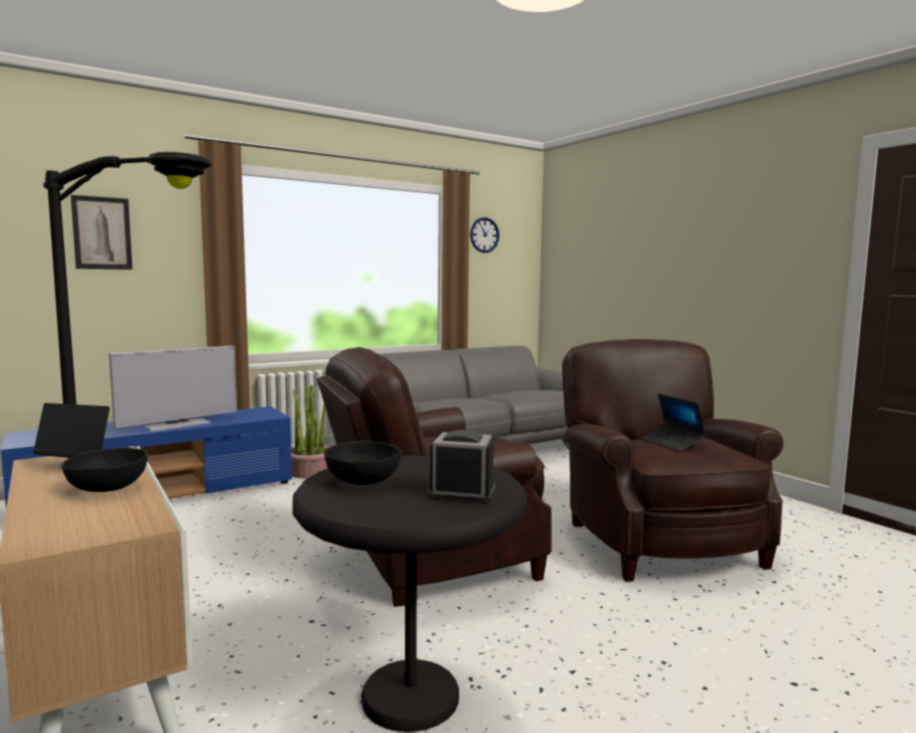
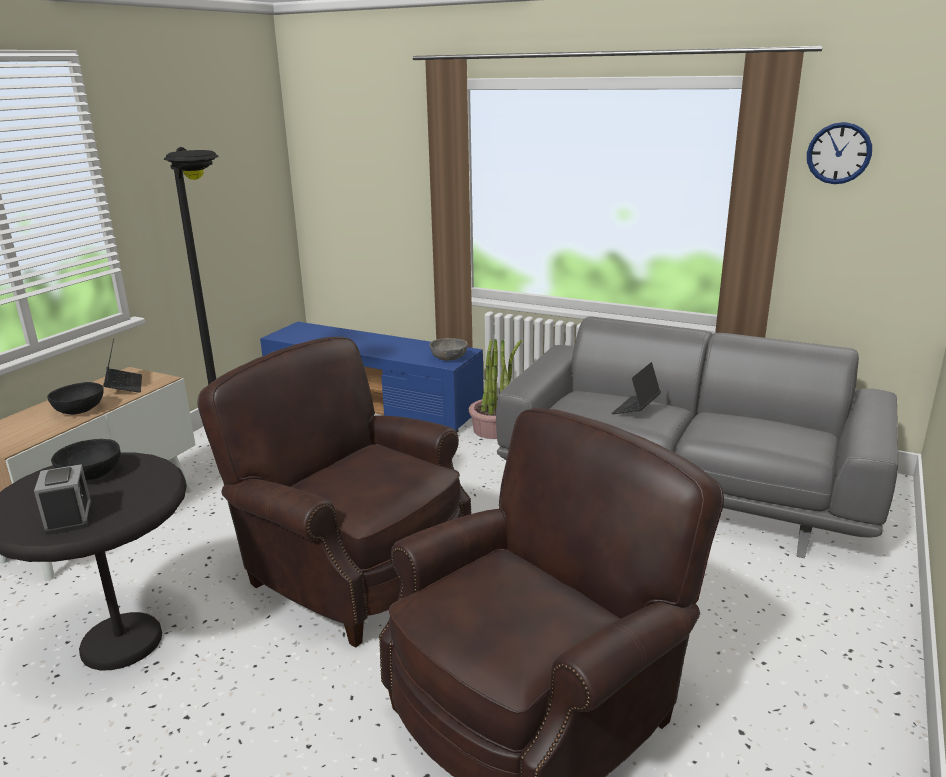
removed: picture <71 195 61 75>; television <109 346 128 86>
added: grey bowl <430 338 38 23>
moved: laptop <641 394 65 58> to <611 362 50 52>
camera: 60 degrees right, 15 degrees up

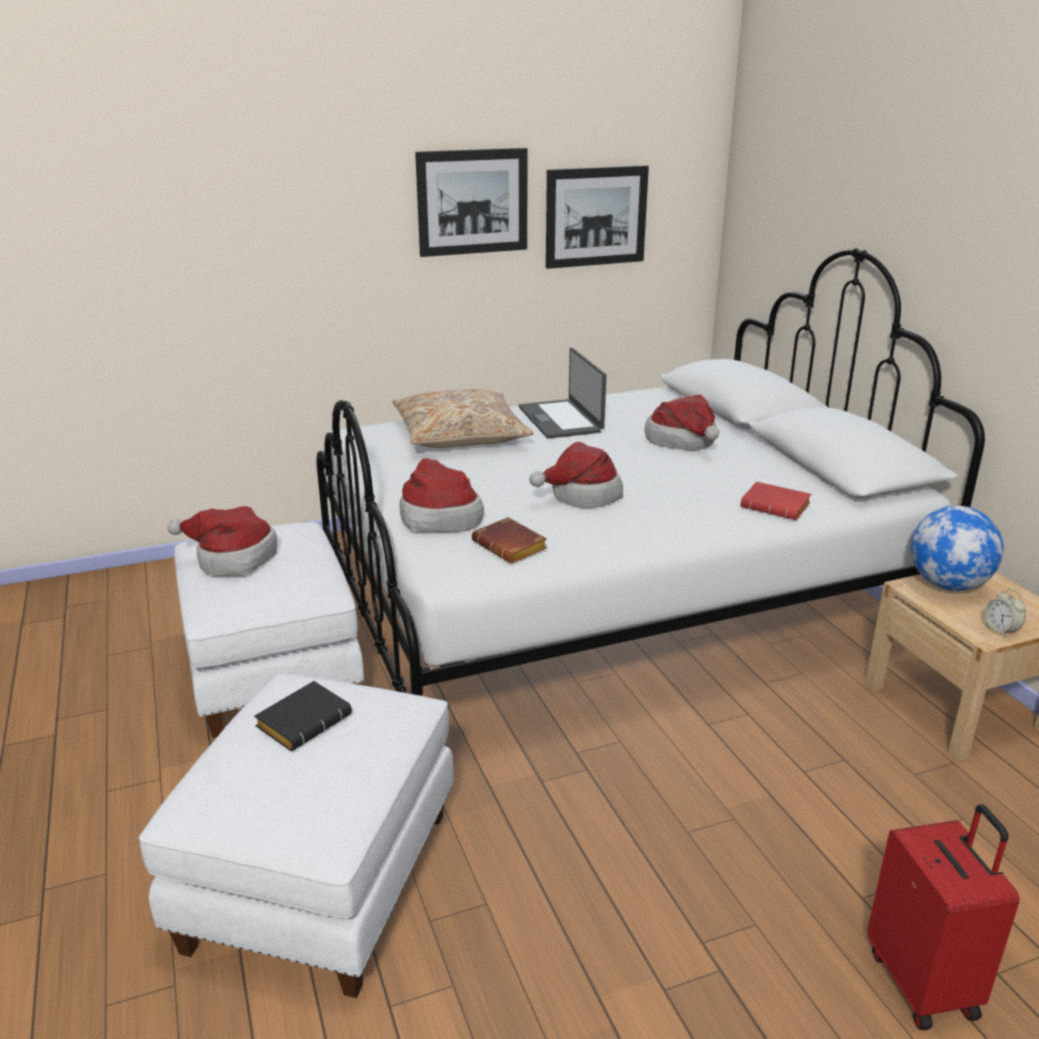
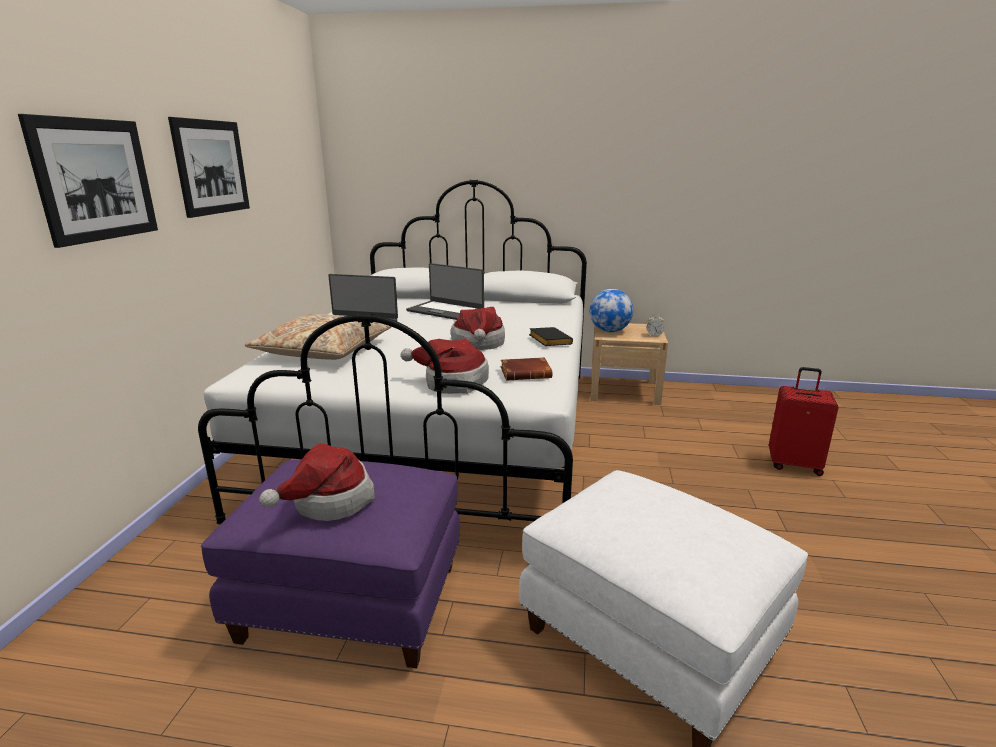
removed: red book <741 482 70 38>
moved: black book <254 681 98 70> to <529 327 44 19>; picture <546 165 103 104> to <18 114 140 134>
replaced: hat <645 395 74 56> to laptop <406 263 78 57>
recoloured: white ottoman <174 522 190 216> to purple ottoman <201 459 259 209>
camera: 60 degrees left, 5 degrees down

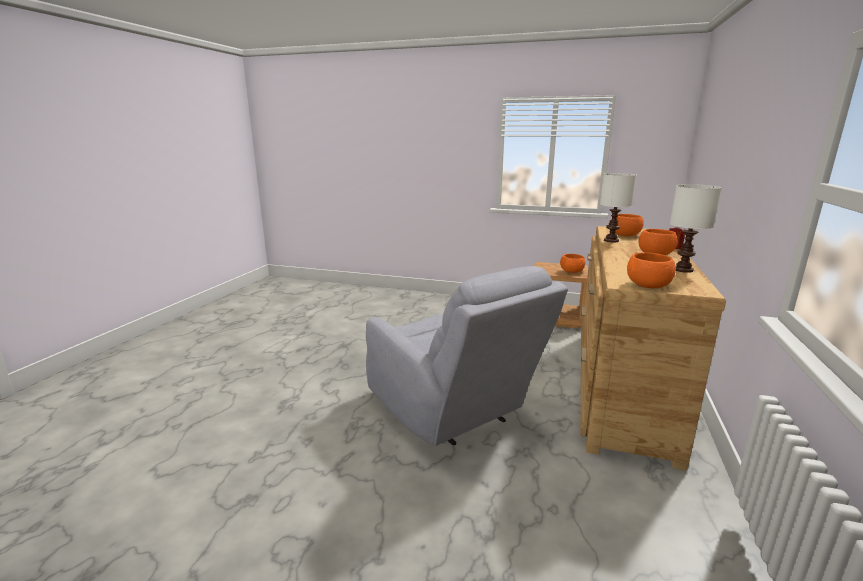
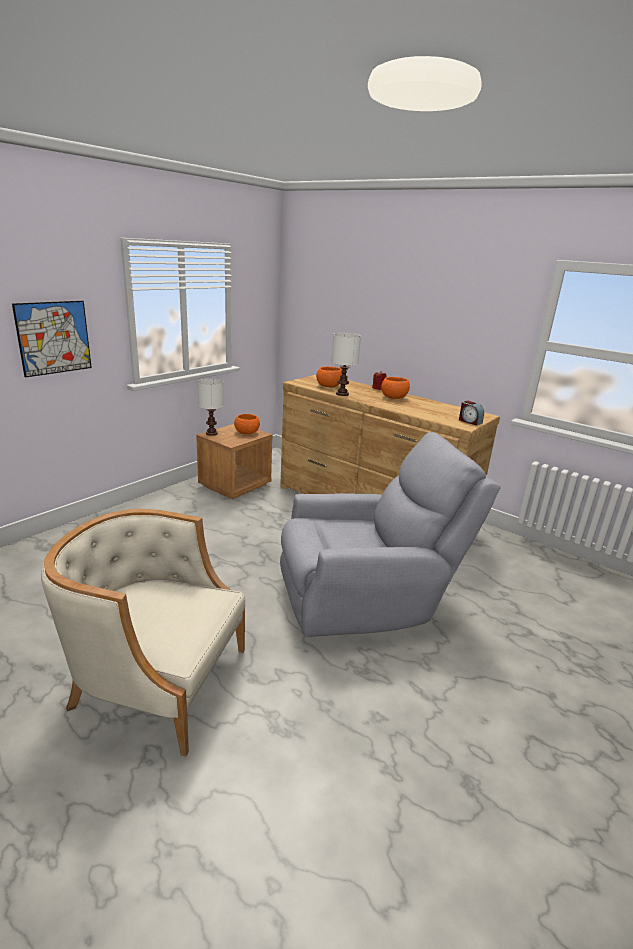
added: picture <12 301 80 76>; beige armchair <41 509 204 248>
moved: white table lamp <670 184 51 89> to <198 379 26 57>
replaced: orange bowl <627 253 49 35> to alarm clock <459 401 25 25>
camera: 70 degrees left, 5 degrees up

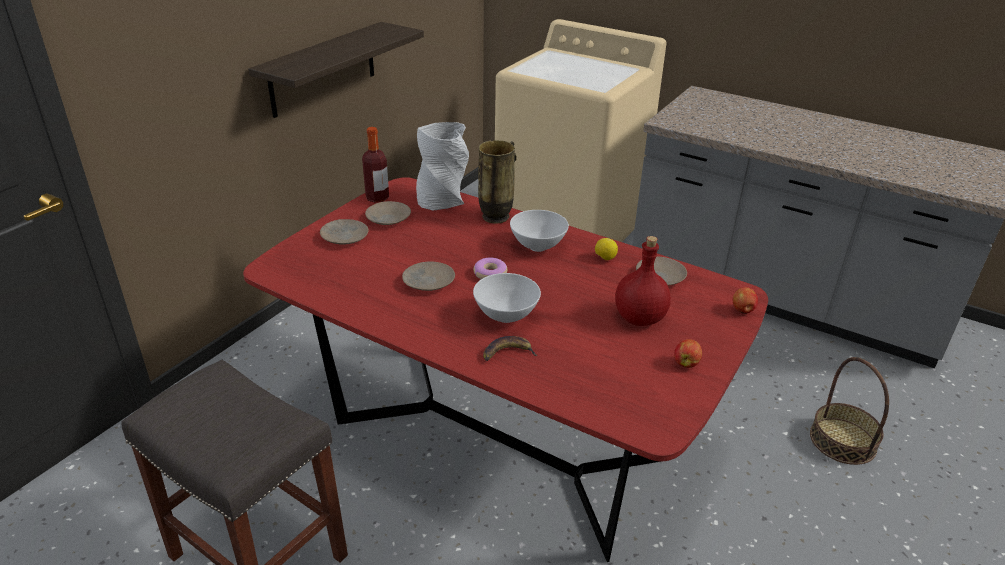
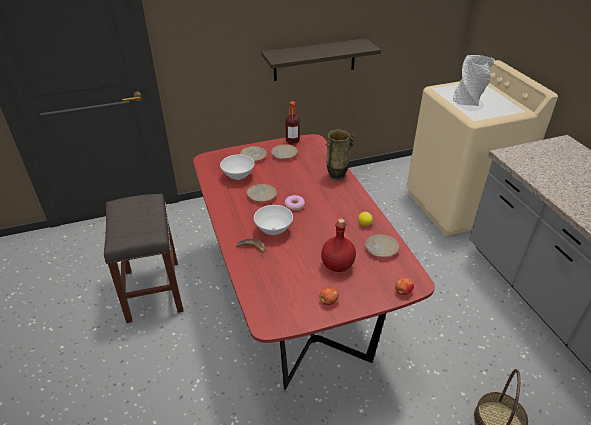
moved: grey vase <416 122 53 89> to <453 55 42 51>; white bowl <510 210 59 42> to <220 155 35 25>
camera: 40 degrees right, 5 degrees up

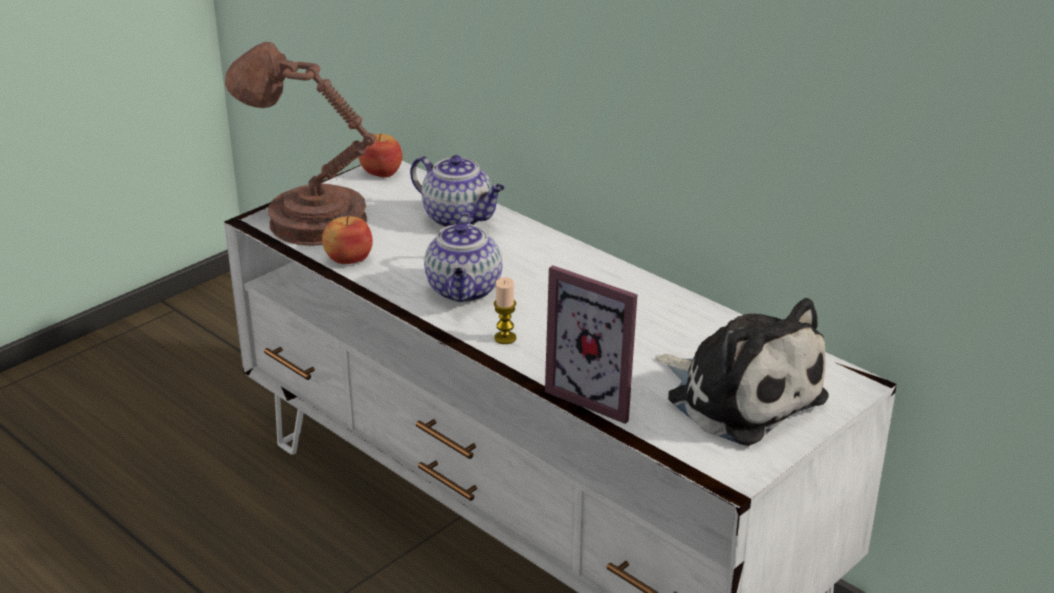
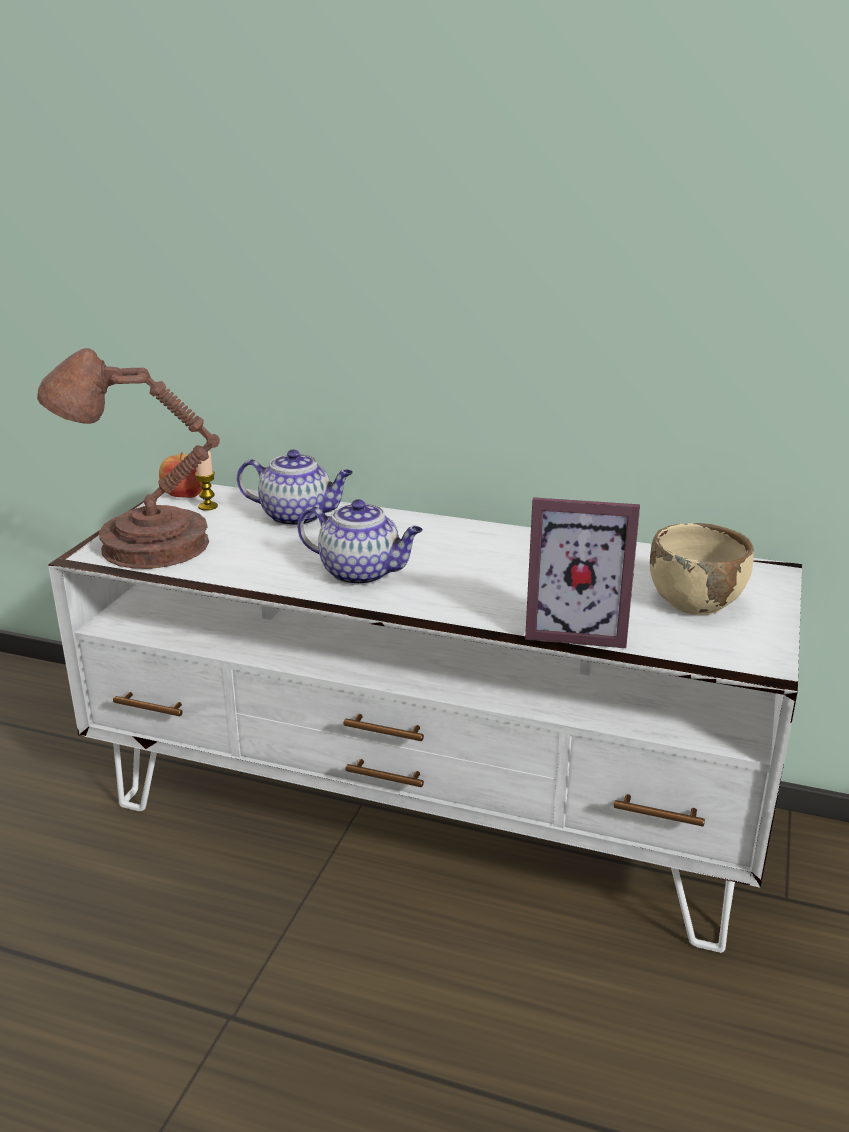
removed: apple <322 216 51 48>
moved: candle <494 277 22 67> to <195 451 23 60>
replaced: plush toy <655 298 174 148> to beige bowl <650 523 104 92>
turned: teapot <424 213 78 89> = <298 499 125 86> 45 degrees counterclockwise
camera: 25 degrees left, 5 degrees down

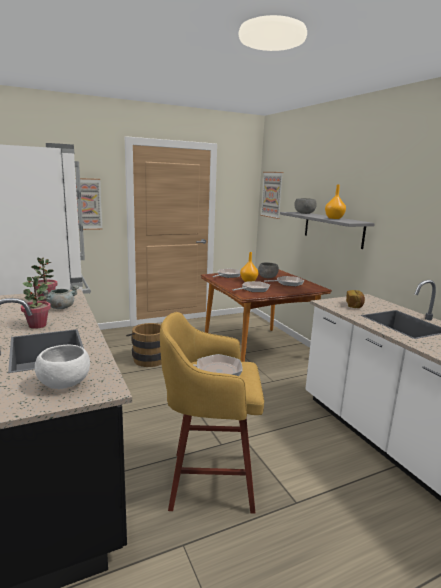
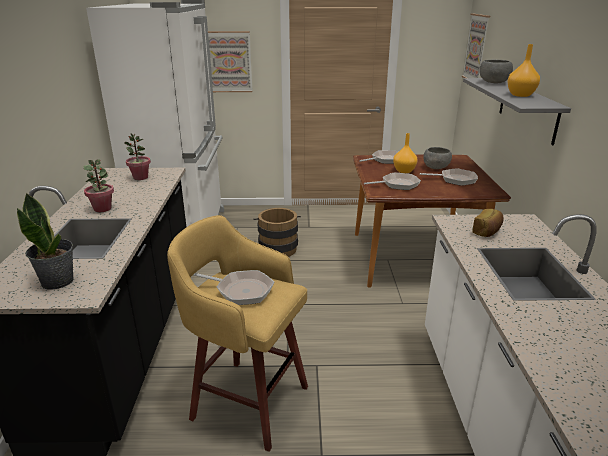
removed: grey cooking pot <42 285 37 24>
replaced: white bowl <35 345 55 44> to potted plant <17 193 57 97>
camera: 25 degrees right, 10 degrees up

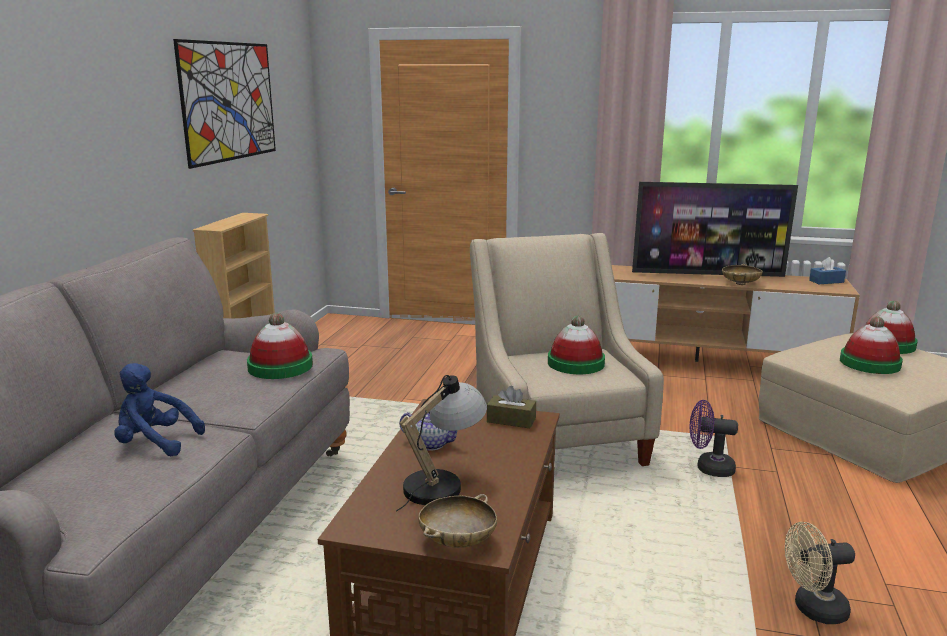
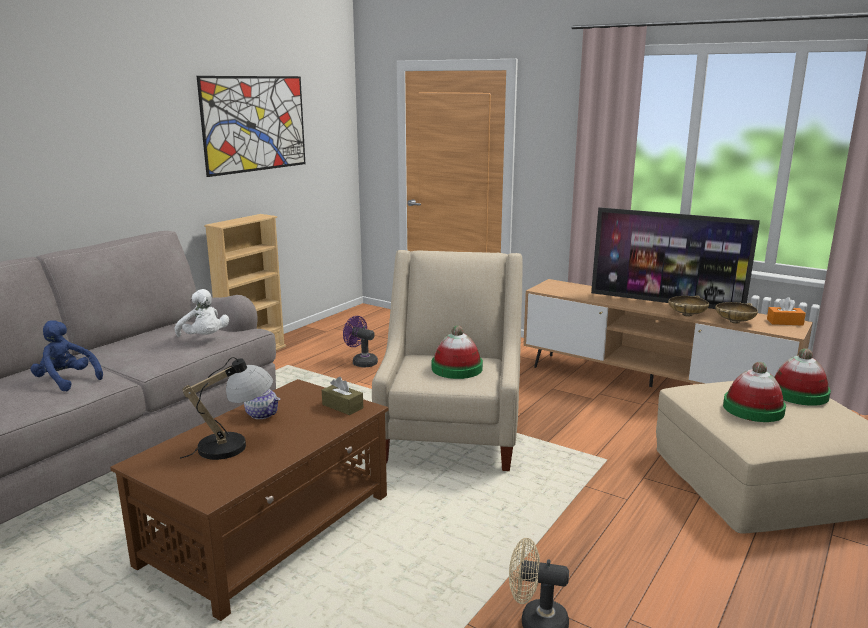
moved: beige bowl <418 494 79 54> to <715 302 43 22>; purple fan <690 400 48 77> to <343 316 35 51>
replaced: hat <247 313 66 66> to white plush toy <175 289 54 48>
recoloured: blue tissue box <809 257 37 27> to orange tissue box <767 297 39 29>
camera: 20 degrees right, 0 degrees up

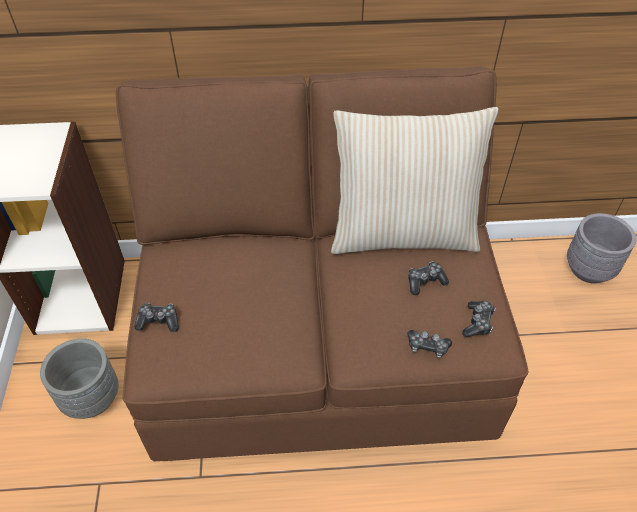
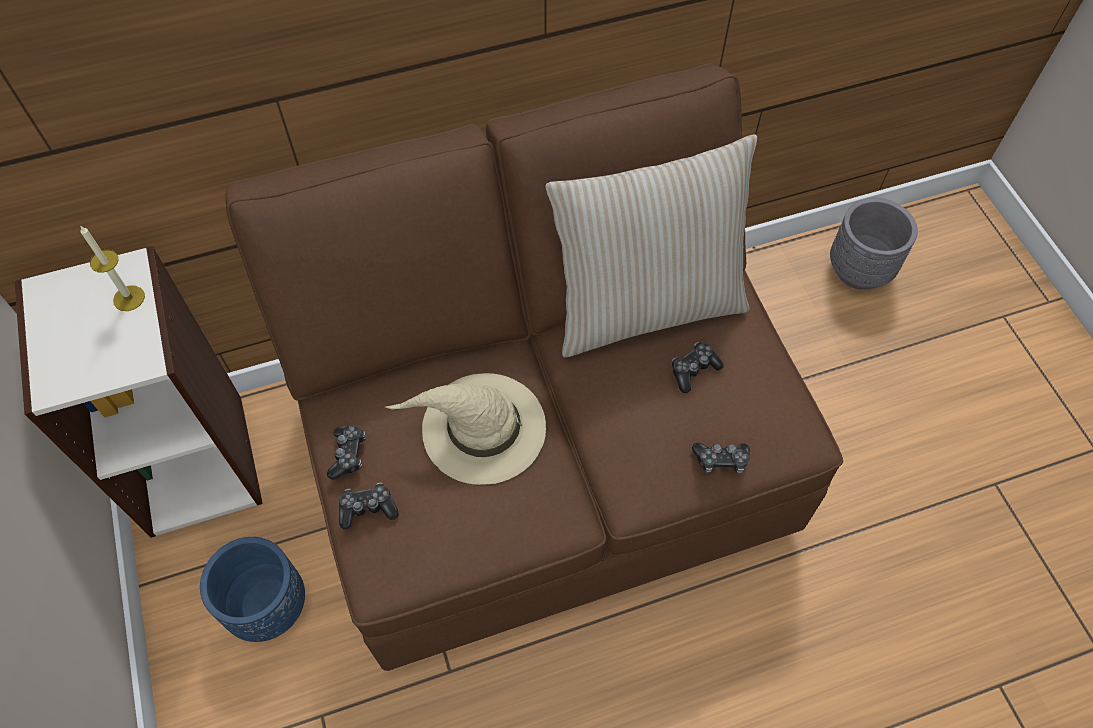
added: candle <80 225 65 86>; beige hat <386 373 160 112>
moved: game controller <462 300 34 38> to <327 425 39 54>
recoloured: grey planter <40 338 78 81> to blue planter <200 537 105 105>
camera: 15 degrees left, 10 degrees up

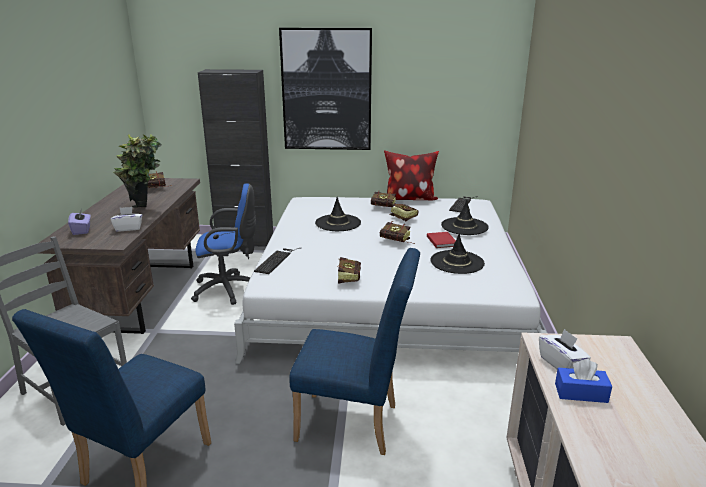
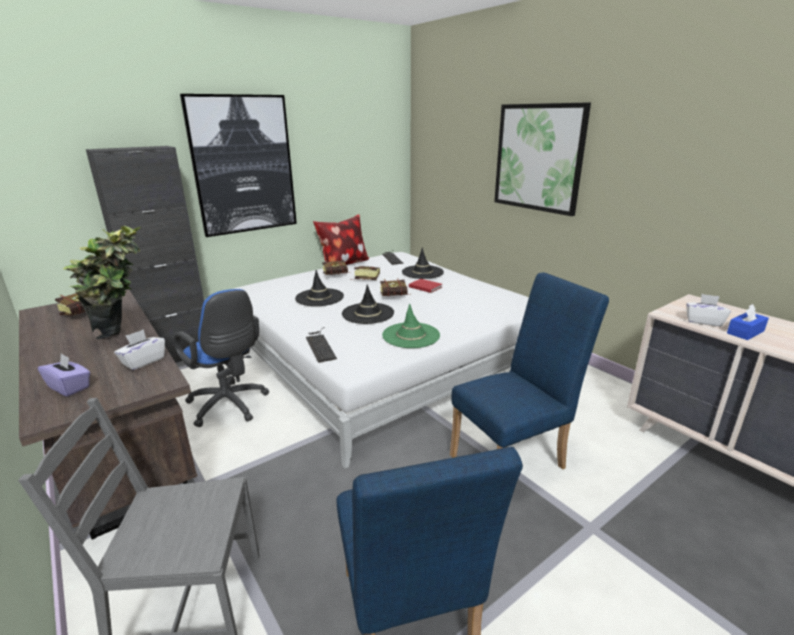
added: picture <494 103 97 113>
moved: black hat <430 233 55 41> to <342 284 52 40>
replaced: book <338 257 23 27> to green hat <382 304 58 44>
turned: blue office chair <191 183 65 122> = <174 289 95 138> 90 degrees clockwise
camera: 40 degrees left, 0 degrees up

